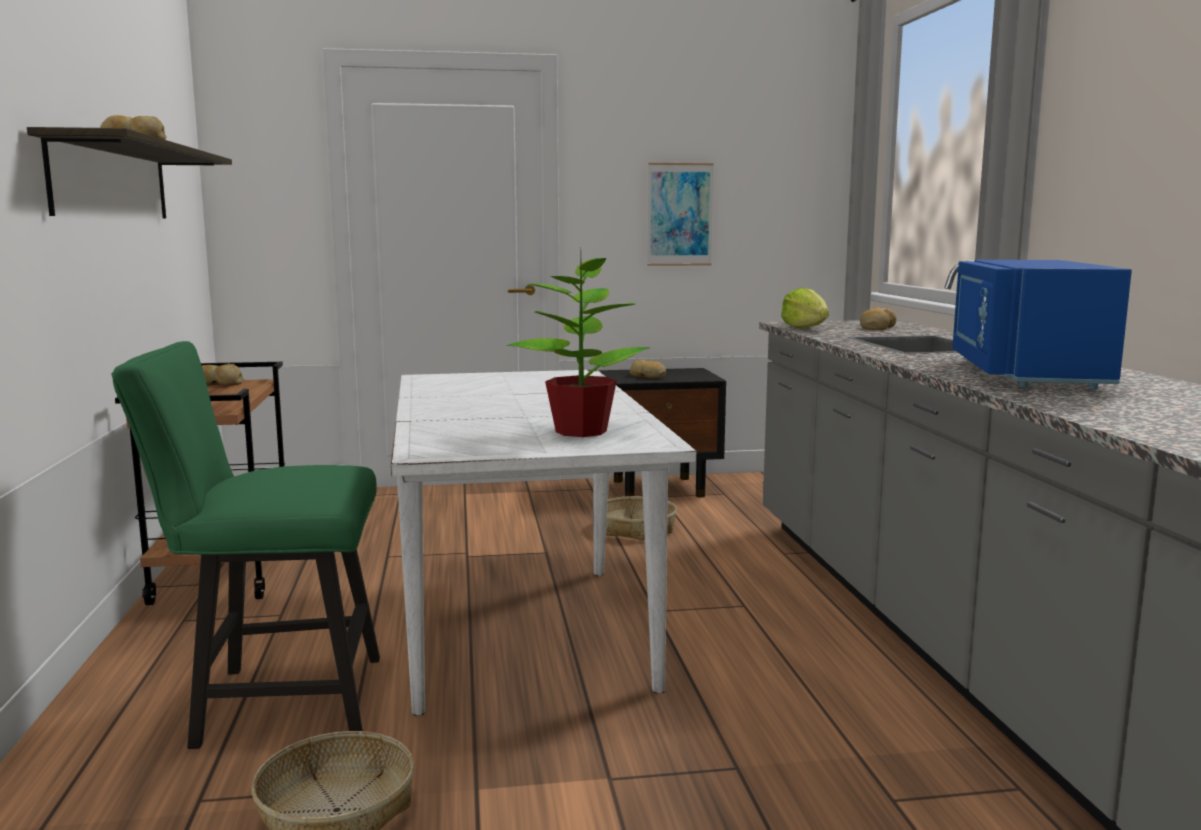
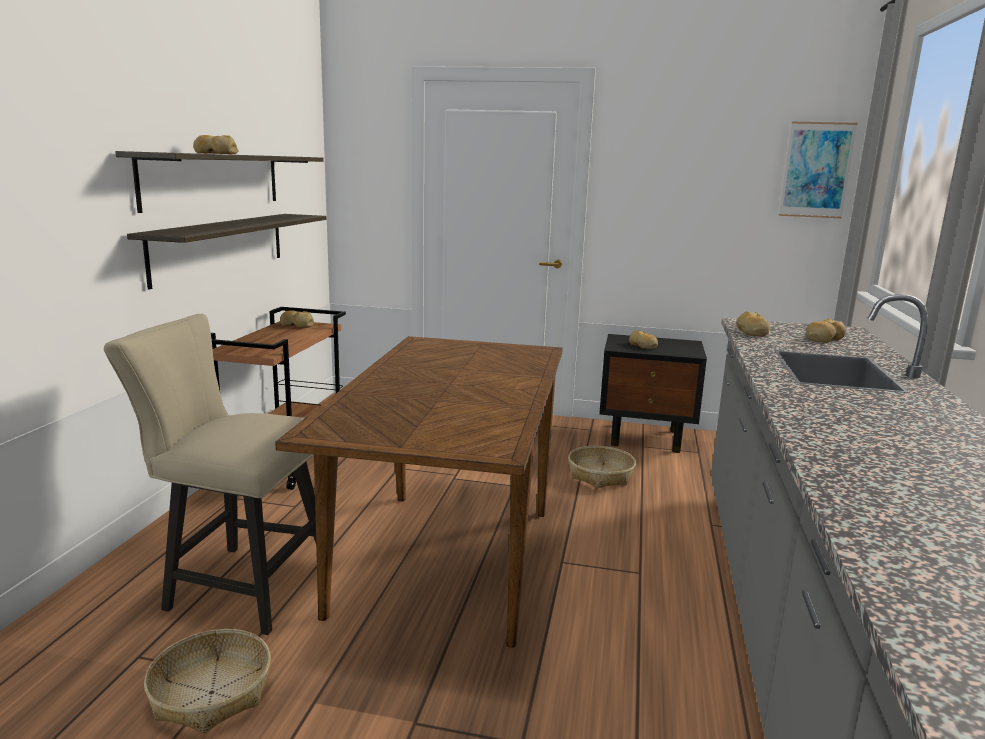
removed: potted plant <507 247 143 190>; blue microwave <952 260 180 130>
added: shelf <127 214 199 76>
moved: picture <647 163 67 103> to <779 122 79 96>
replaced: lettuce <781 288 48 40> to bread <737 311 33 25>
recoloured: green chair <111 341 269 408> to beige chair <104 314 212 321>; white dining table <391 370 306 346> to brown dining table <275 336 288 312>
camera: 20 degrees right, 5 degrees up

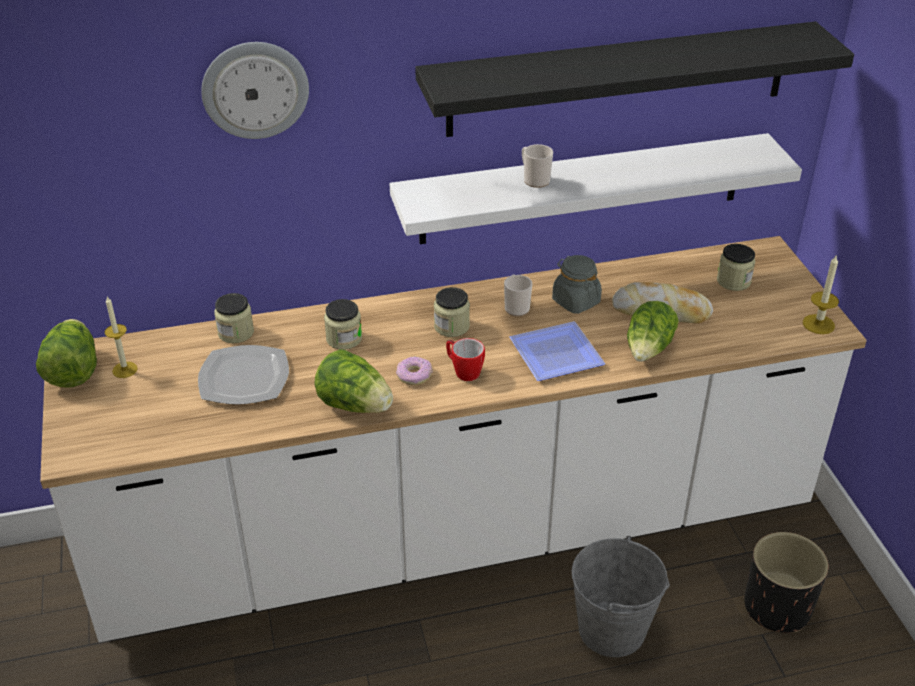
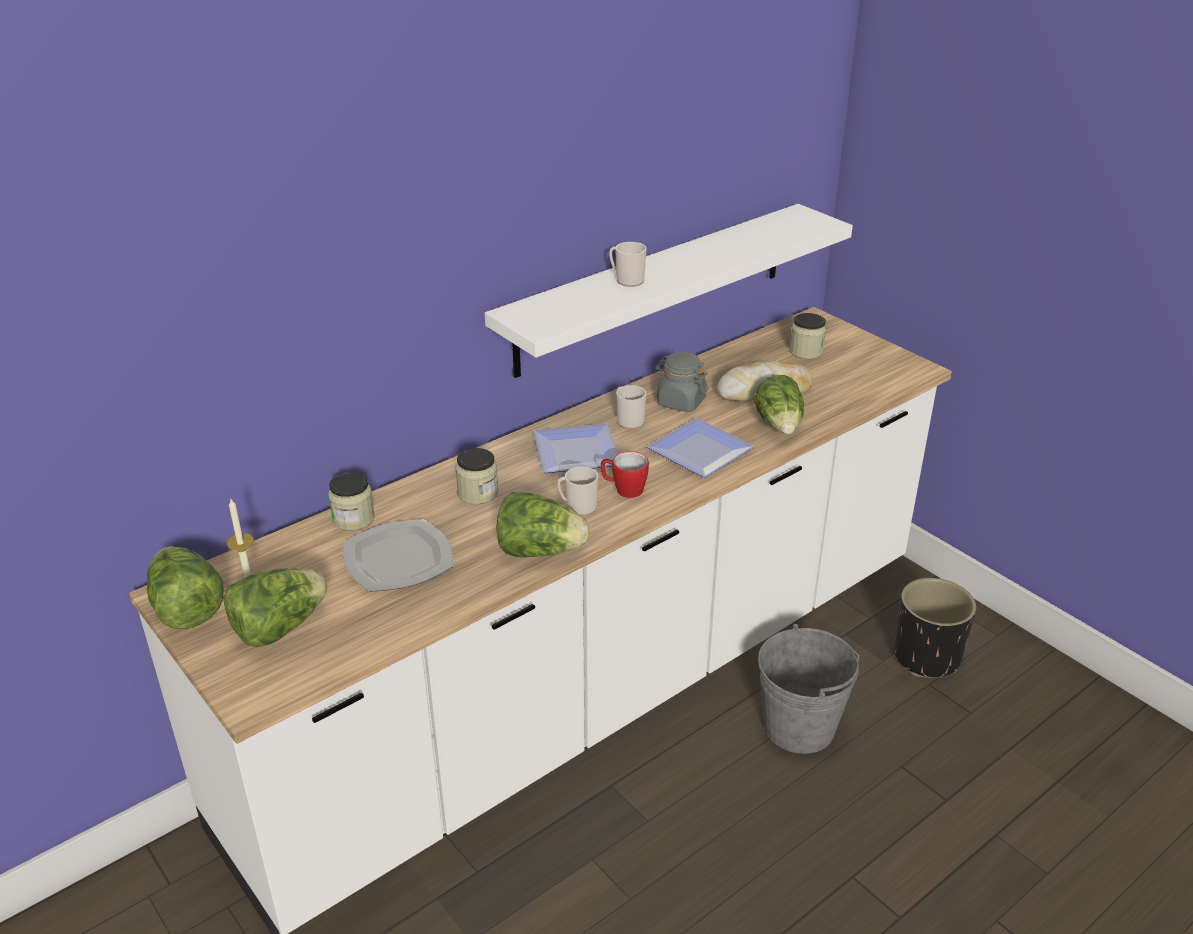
removed: wall clock <201 42 108 97>; black shelf <415 21 439 116>; candle <803 254 36 80>
added: lettuce <223 568 104 79>
replaced: donut <396 356 37 29> to mug <557 467 41 49>; jar <434 287 36 50> to plate <533 424 85 49>
camera: 25 degrees left, 5 degrees down

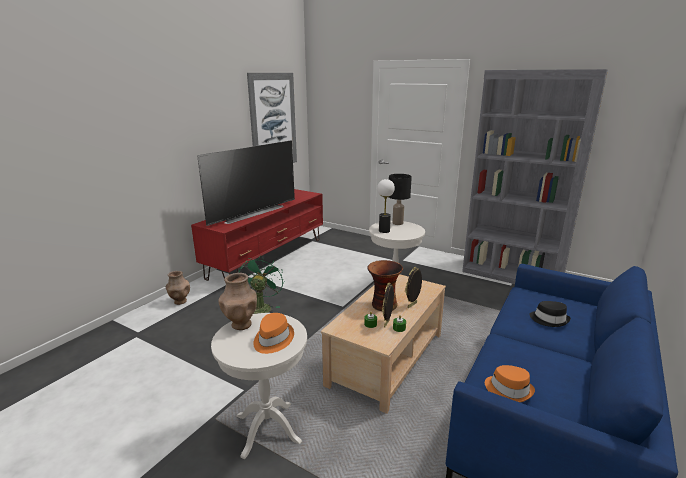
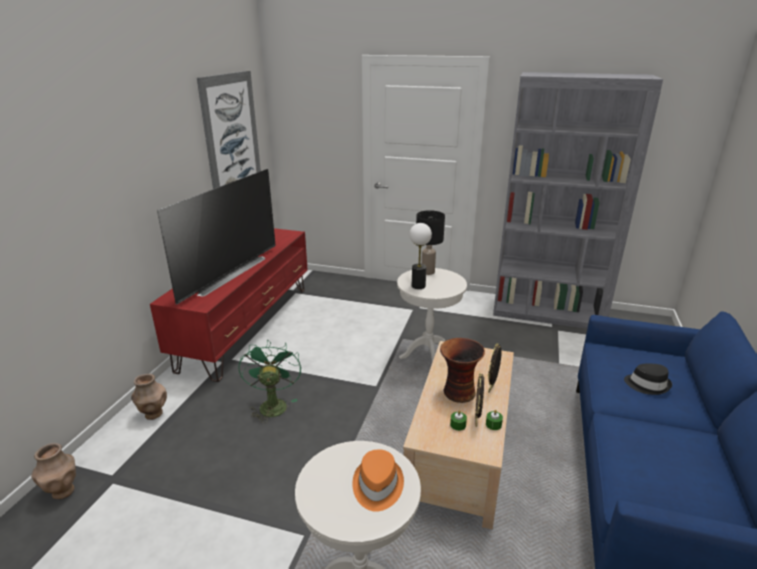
removed: orange hat <485 365 50 37>
moved: brown vase <218 273 39 57> to <31 443 45 56>
camera: 15 degrees left, 5 degrees up

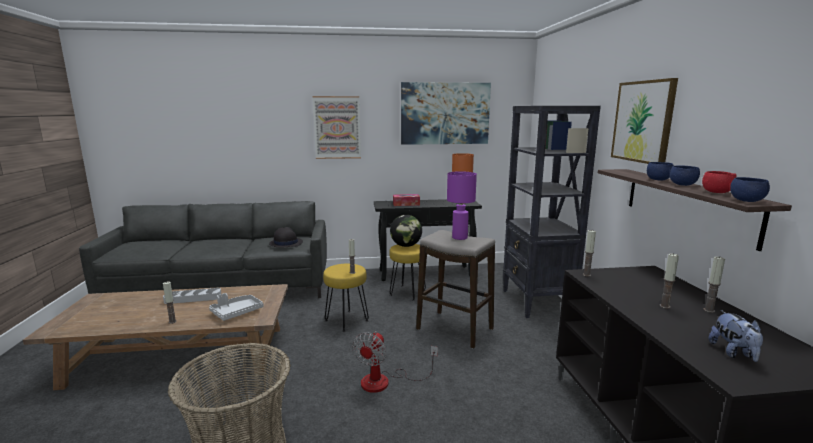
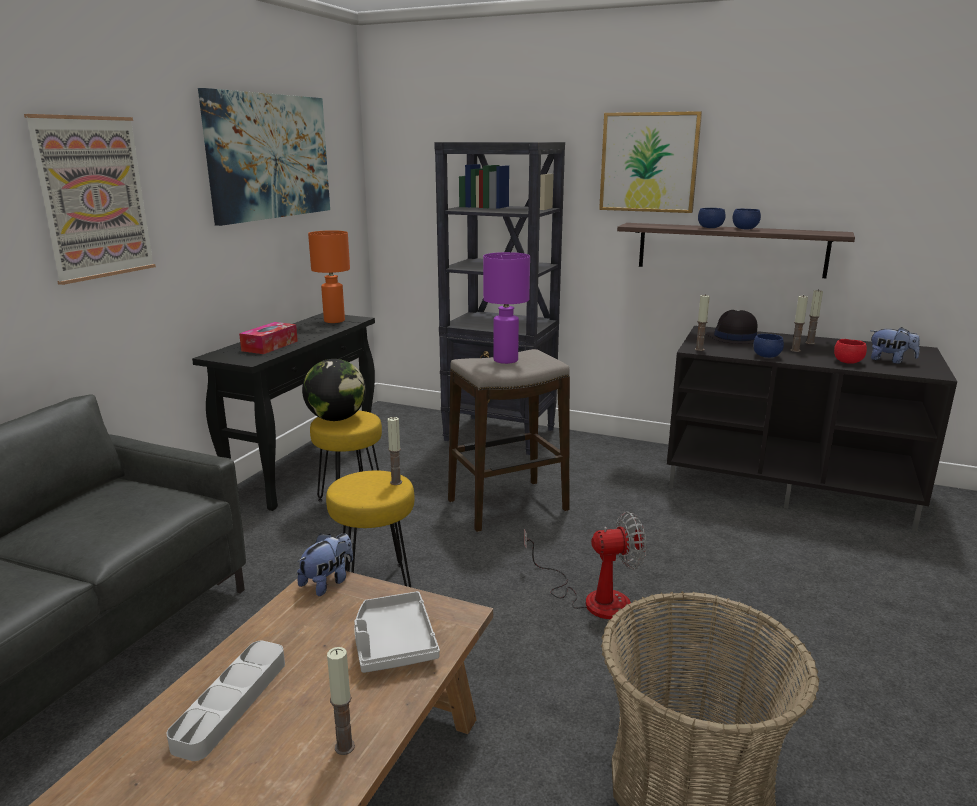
added: plush toy <297 533 56 63>
moved: black hat <269 227 34 20> to <705 310 52 34>; red bowl <702 171 35 22> to <834 339 33 25>; blue bowl <730 177 40 25> to <753 334 31 24>
turned: fan <352 331 86 62> = <524 511 122 108> 60 degrees counterclockwise
camera: 60 degrees left, 5 degrees up

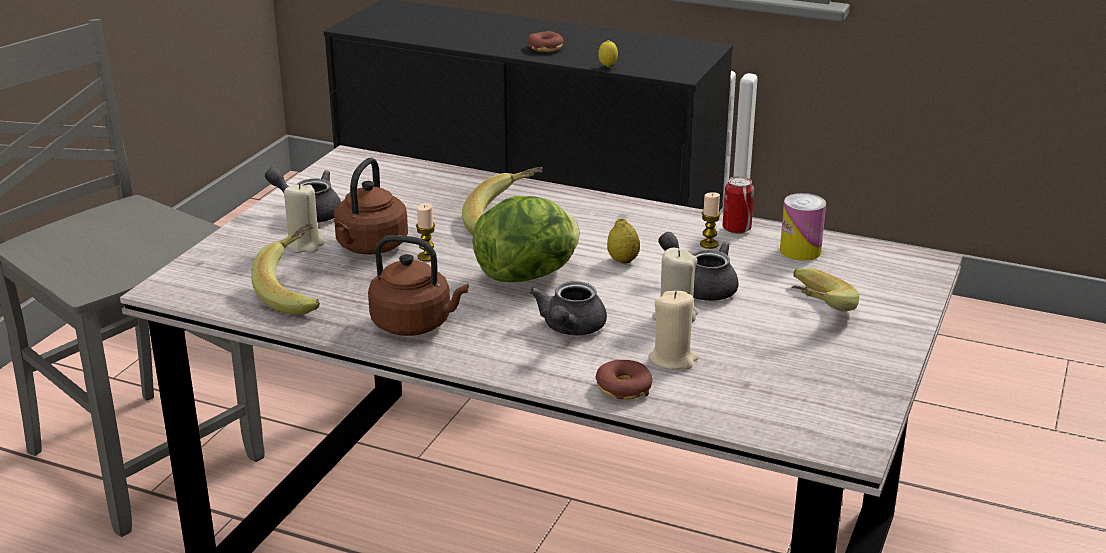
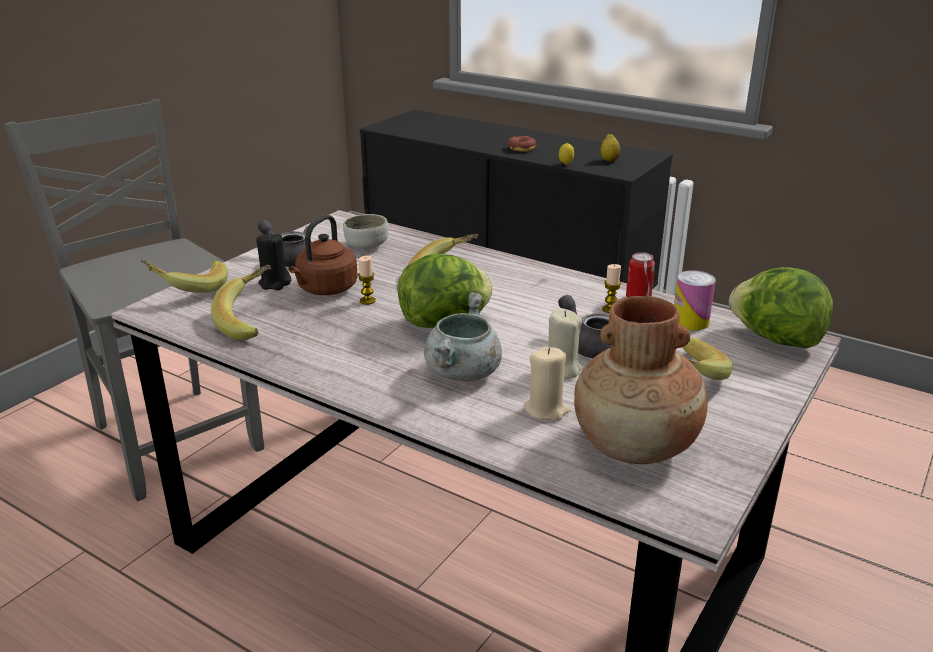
removed: brown kettle <368 235 100 101>; donut <595 360 58 40>
added: banana <141 260 87 33>; bowl <343 214 45 35>; brown vase <574 296 134 168>; lettuce <729 267 104 82>
moved: lemon <607 219 33 44> to <600 134 20 28>
replaced: grey teapot <530 281 77 54> to grey cooking pot <424 292 78 90>
recoloured: beige candle <284 183 40 70> to black candle <256 232 35 58>
camera: 10 degrees right, 0 degrees up

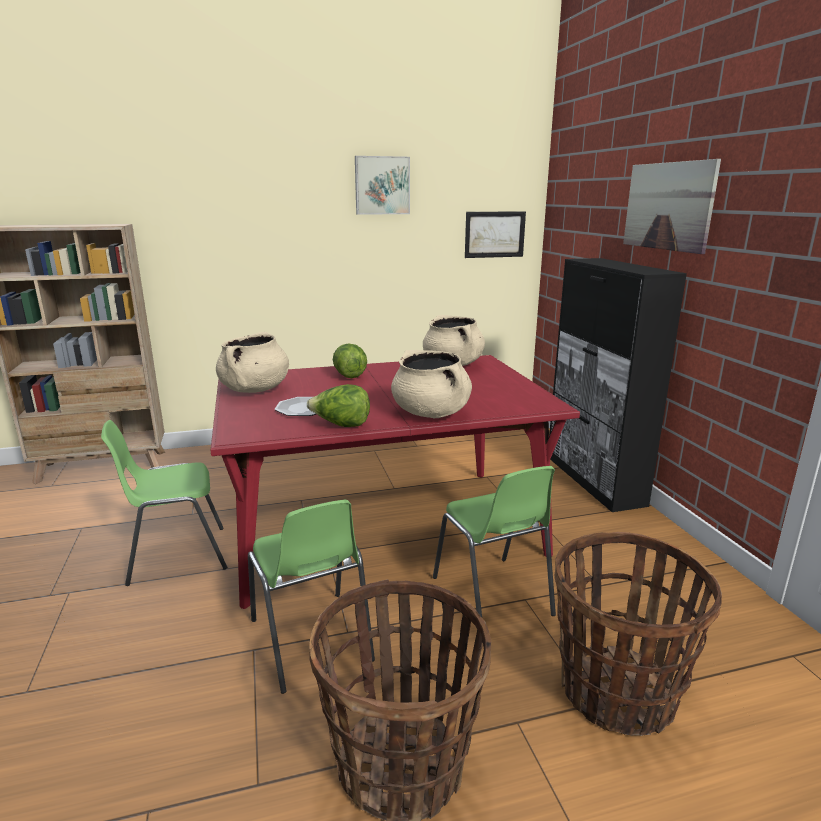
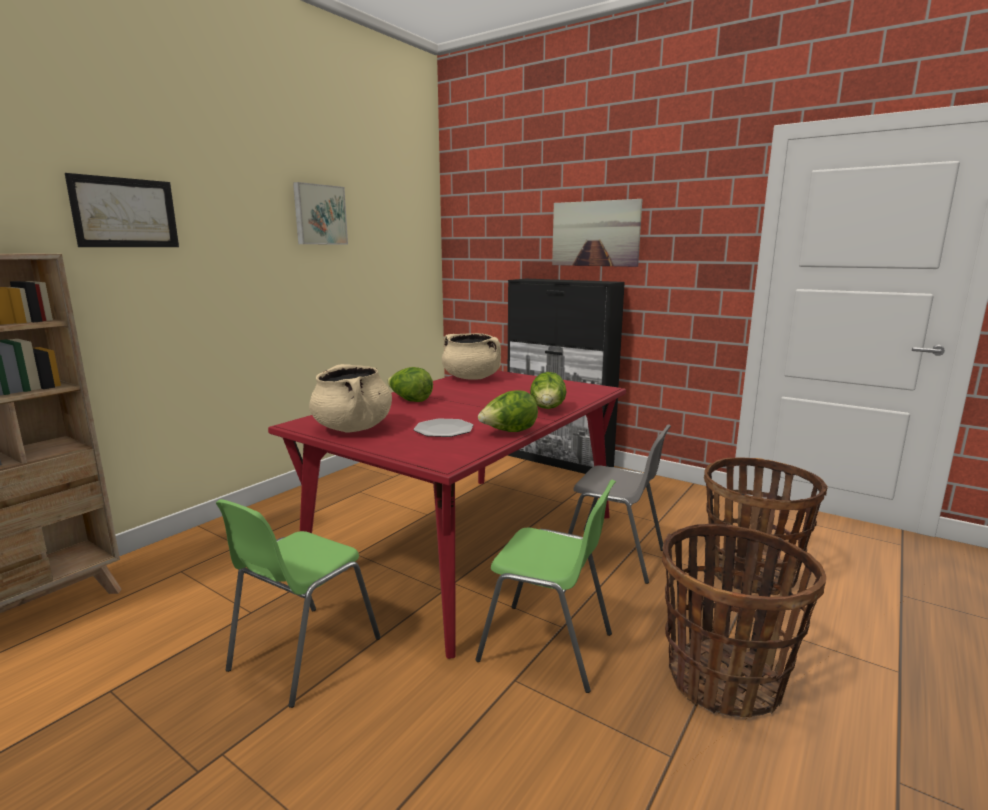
moved: picture <465 211 61 47> to <65 173 114 74>
replaced: beige cooking pot <391 350 81 68> to lettuce <530 372 37 37>
recoloured: green chair <433 466 123 151> to grey chair <568 424 103 160>
camera: 40 degrees left, 5 degrees down

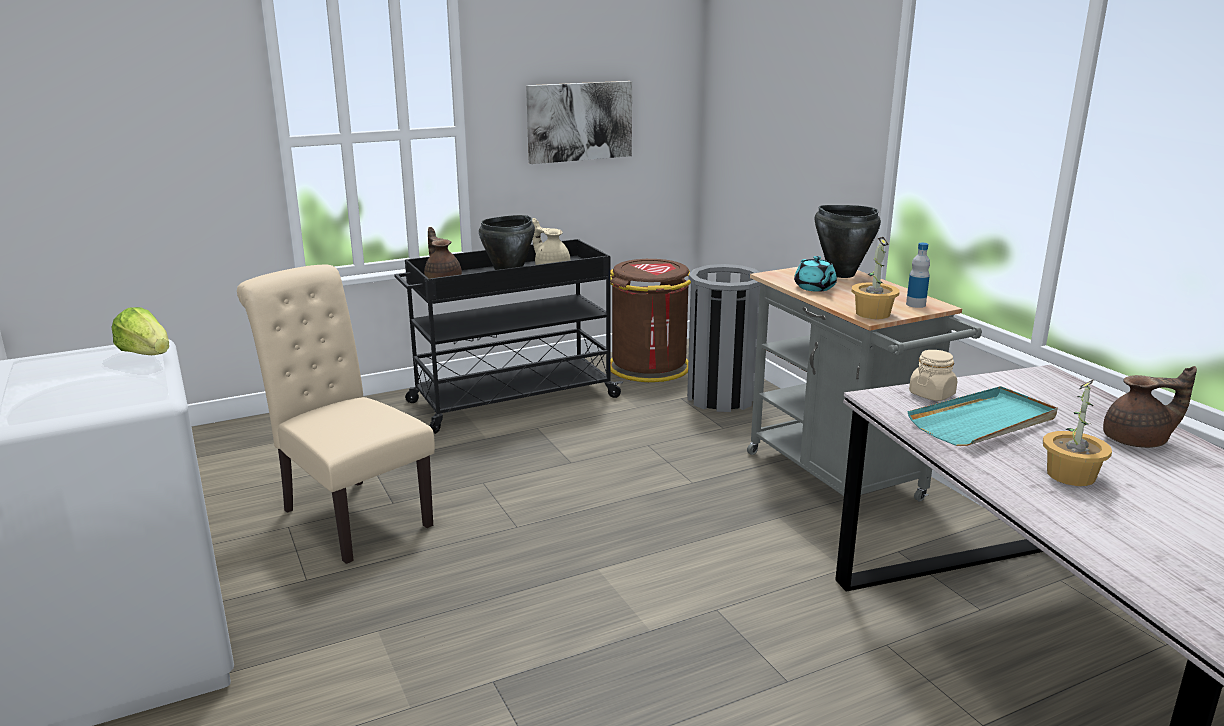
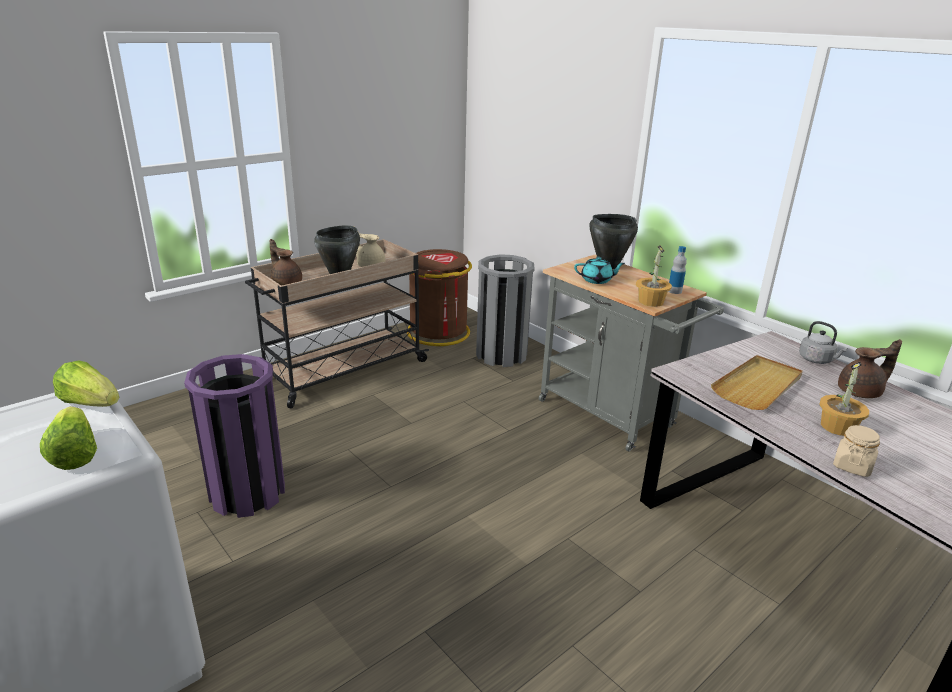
removed: picture <526 81 106 83>
added: lettuce <40 406 57 64>; grey kettle <799 321 49 43>
moved: beige jar <909 350 48 51> to <833 425 47 52>
replaced: beige chair <237 265 198 299> to purple trash can <184 354 101 164>
recoloured: black cart <394 239 229 195> to beige cart <245 239 184 169>; turquoise tray <907 386 151 60> to beige tray <711 355 92 55>
turned: turquoise teapot <794 256 43 36> = <574 257 51 27> 60 degrees counterclockwise
camera: 15 degrees left, 5 degrees up

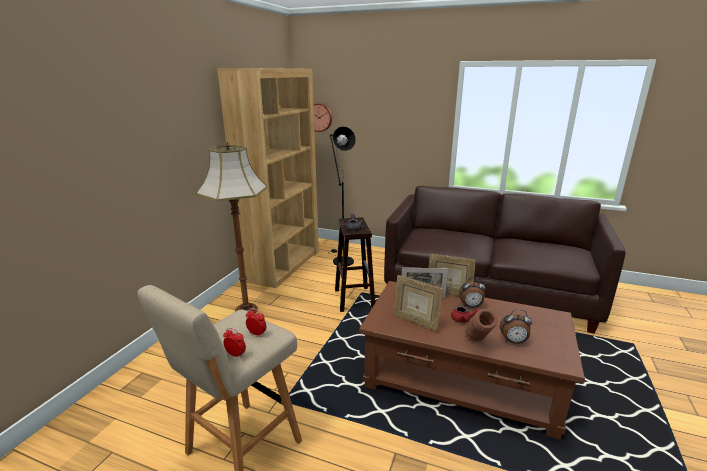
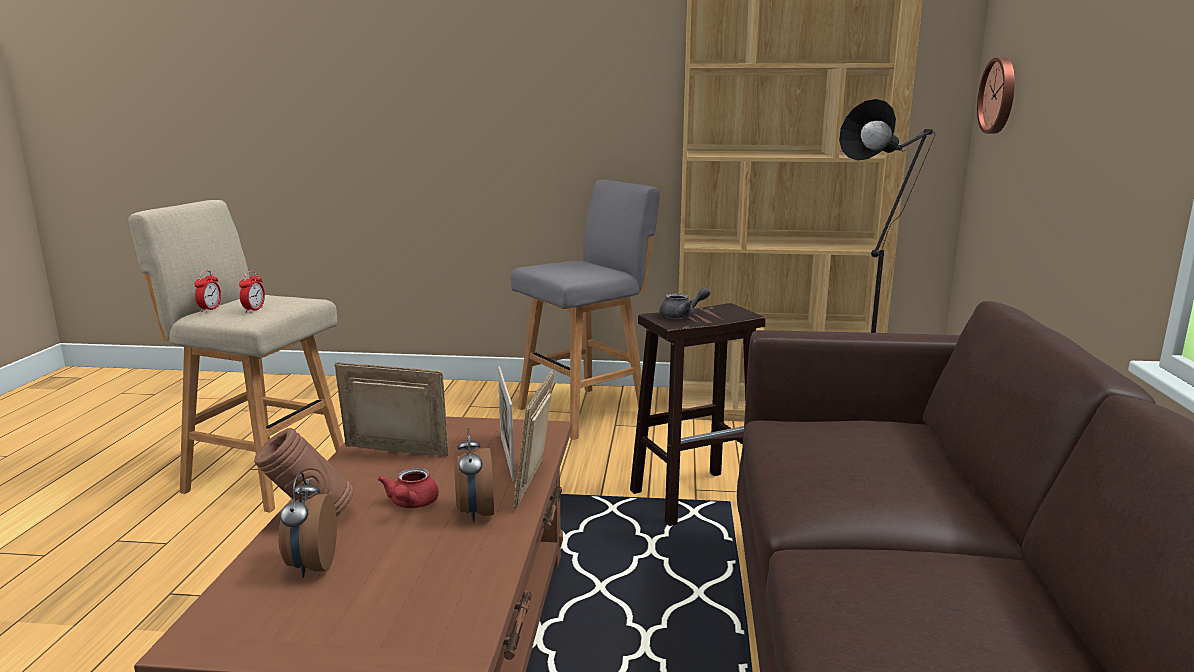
replaced: floor lamp <196 142 71 172> to grey stool <511 180 149 260>
turned: picture frame <394 275 49 56> = <334 362 115 95> 75 degrees clockwise
camera: 75 degrees right, 5 degrees down

